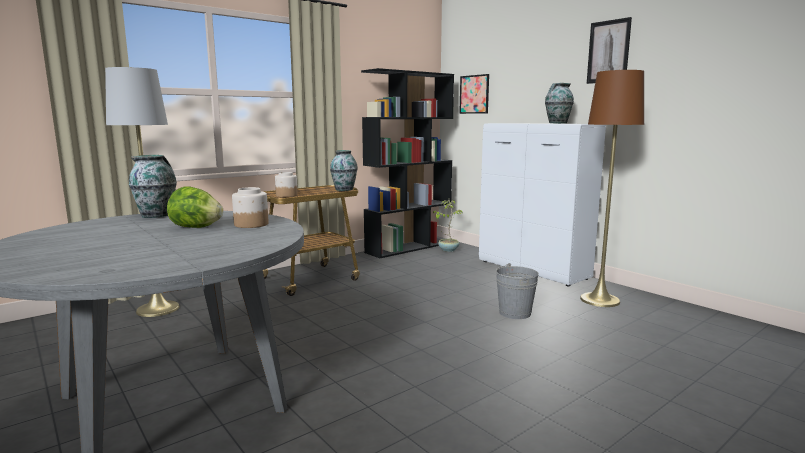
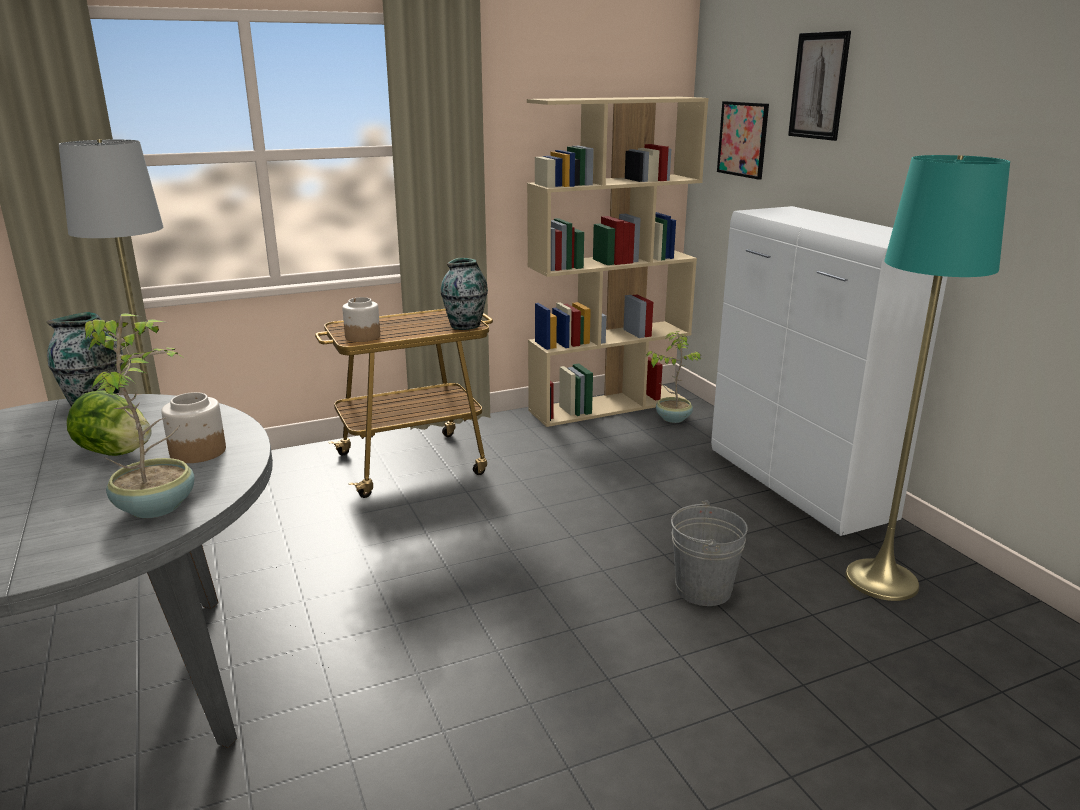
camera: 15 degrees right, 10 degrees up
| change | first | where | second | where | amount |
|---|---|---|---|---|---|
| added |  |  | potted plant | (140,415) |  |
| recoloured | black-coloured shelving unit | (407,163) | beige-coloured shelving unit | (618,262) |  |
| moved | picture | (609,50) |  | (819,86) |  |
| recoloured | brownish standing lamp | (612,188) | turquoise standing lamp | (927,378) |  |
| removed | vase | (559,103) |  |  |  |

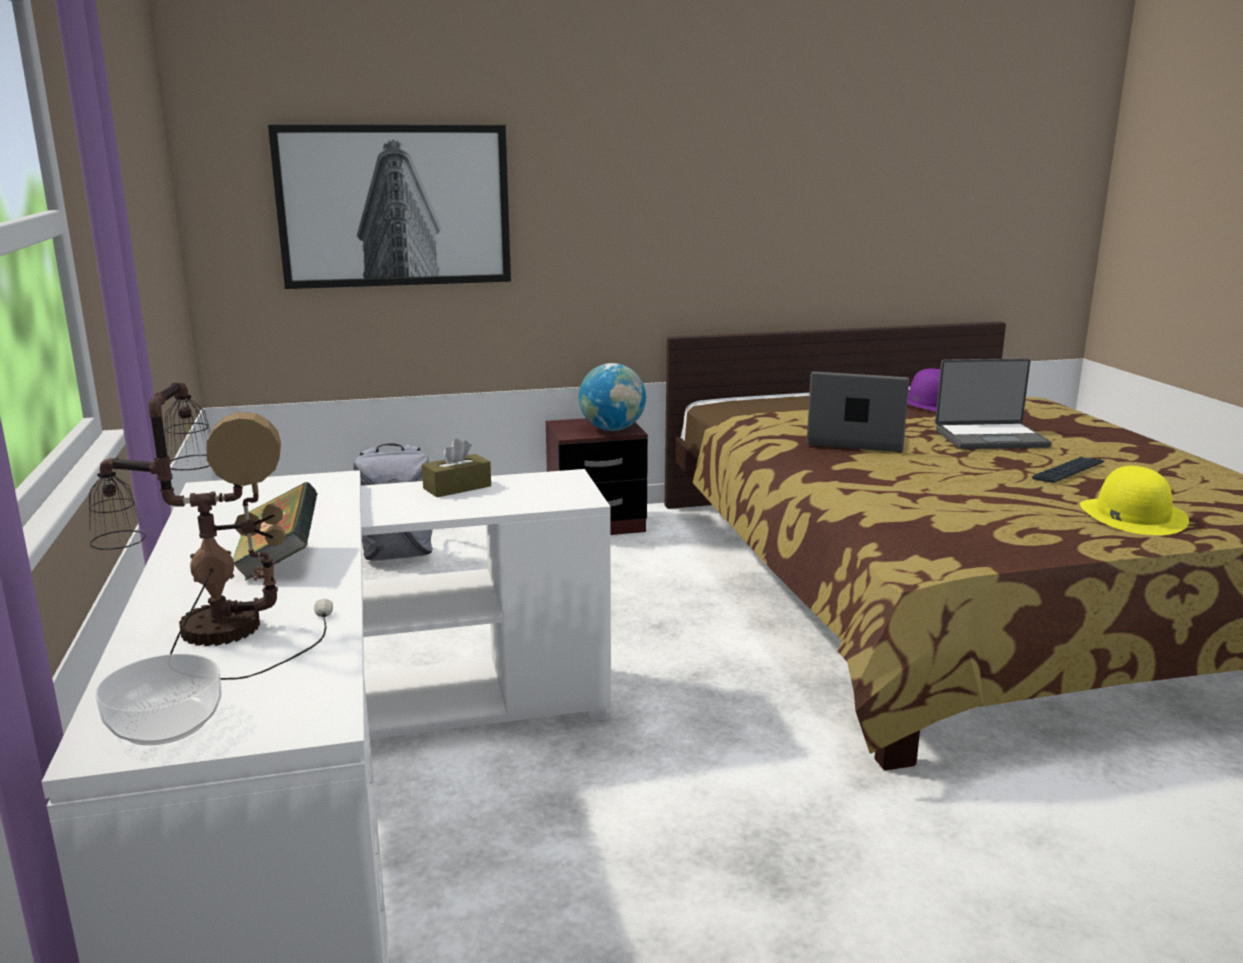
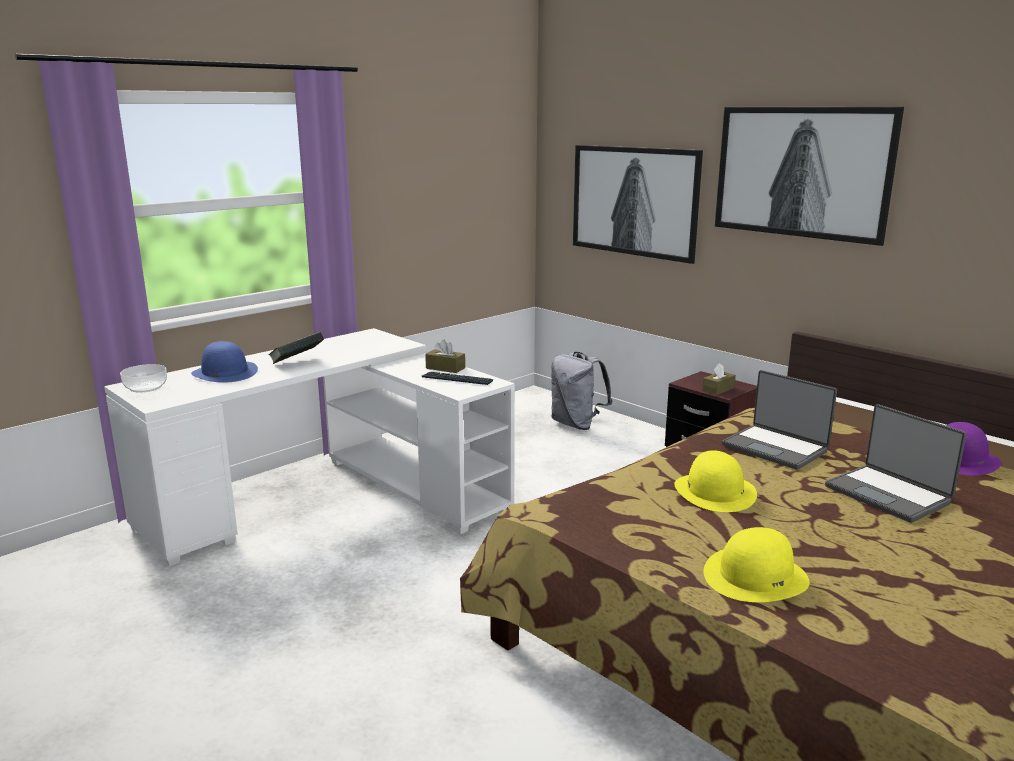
camera: 60 degrees right, 0 degrees up
| change | first | where | second | where | amount |
|---|---|---|---|---|---|
| replaced | tabletop lamp | (211,531) | blue wearable hat | (224,362) |  |
| moved | keyboard | (1068,470) |  | (457,378) |  |
| added |  |  | yellow wearable hat | (715,481) |  |
| replaced | globe | (612,397) | brownish tissue holder | (719,379) |  |
| added |  |  | picture | (809,176) |  |
| turned | notebook computer | (858,412) |  | (779,420) | 150 degrees clockwise |

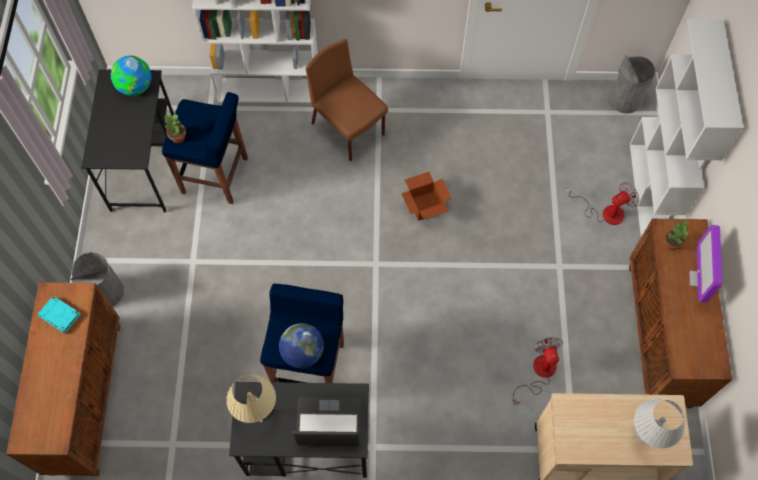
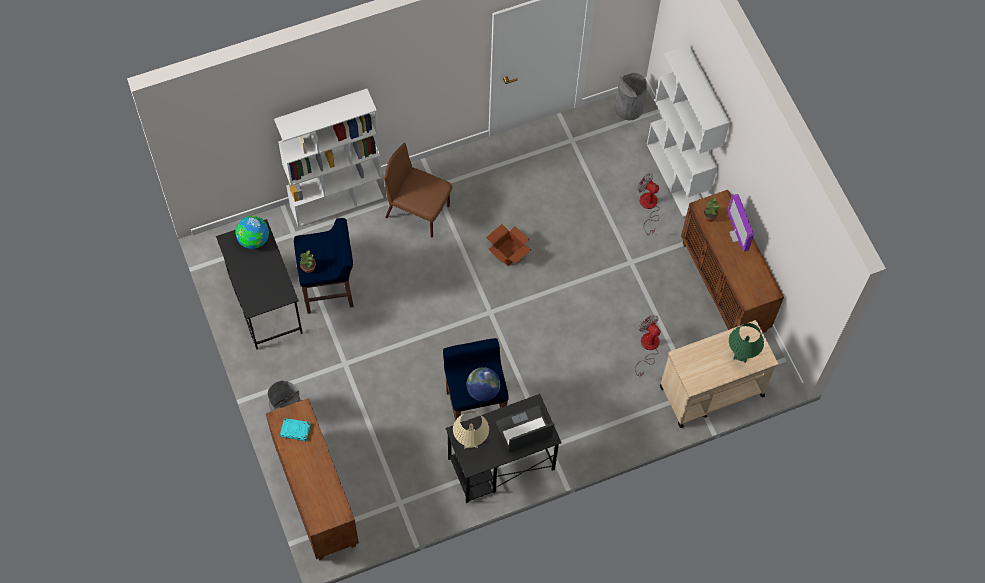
camera: 25 degrees left, 0 degrees up
| change | first | where | second | where | amount |
|---|---|---|---|---|---|
| turned | fan | (602,203) |  | (649,204) | 90 degrees counterclockwise |
| recoloured | white tabletop lamp | (659,423) | green-coloured tabletop lamp | (746,343) |  |

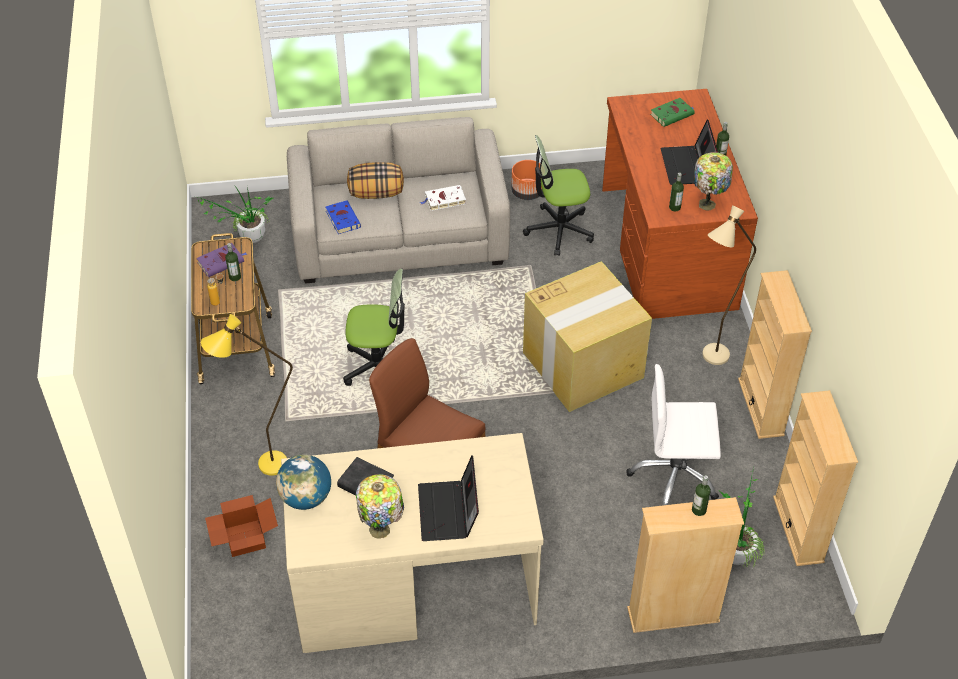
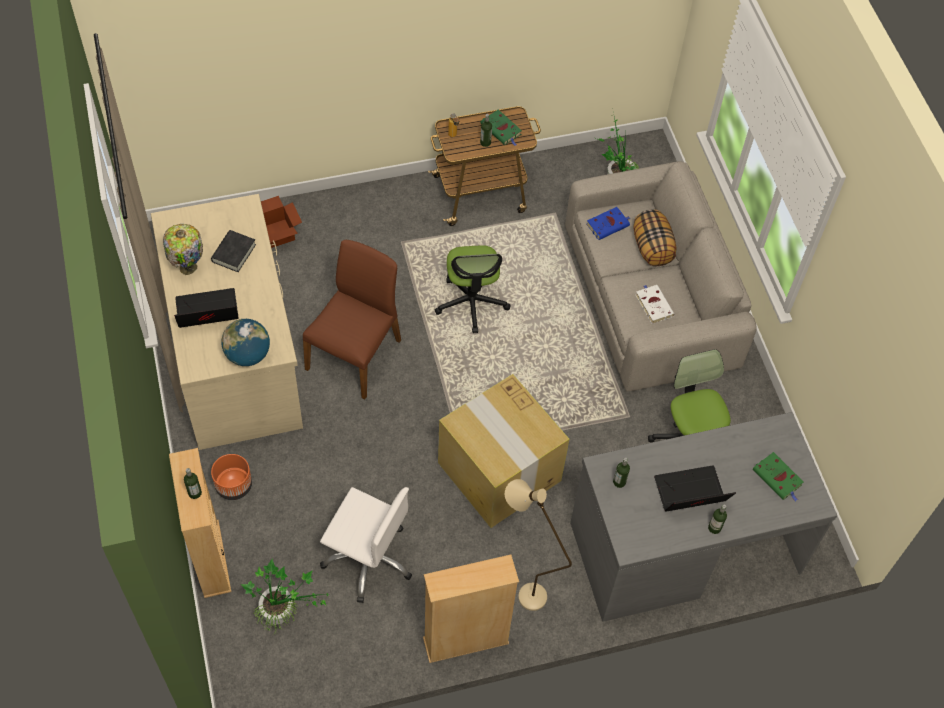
camera: 80 degrees right, 10 degrees up
| change | first | where | second | where | amount |
|---|---|---|---|---|---|
| moved | orange plant pot | (526,180) |  | (231,477) |  |
| moved | globe | (303,482) |  | (245,342) |  |
| turned | white desk chair | (673,435) |  | (366,545) | 120 degrees clockwise |
| recoloured | purple-coloured volume | (222,260) | green-coloured volume | (501,128) |  |
| recoloured | brownish desk | (680,204) | gray desk | (703,516) |  |
| removed | yellow standing lamp | (247,395) |  |  |  |
| removed | tabletop lamp | (713,181) |  |  |  |
| removed | beige-coloured shelving unit | (815,478) |  |  |  |

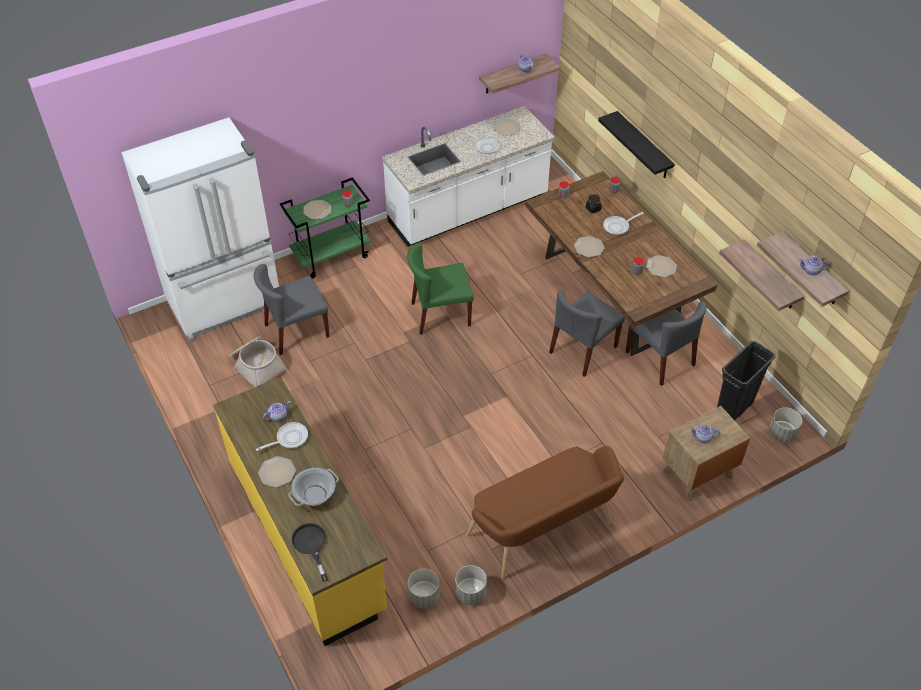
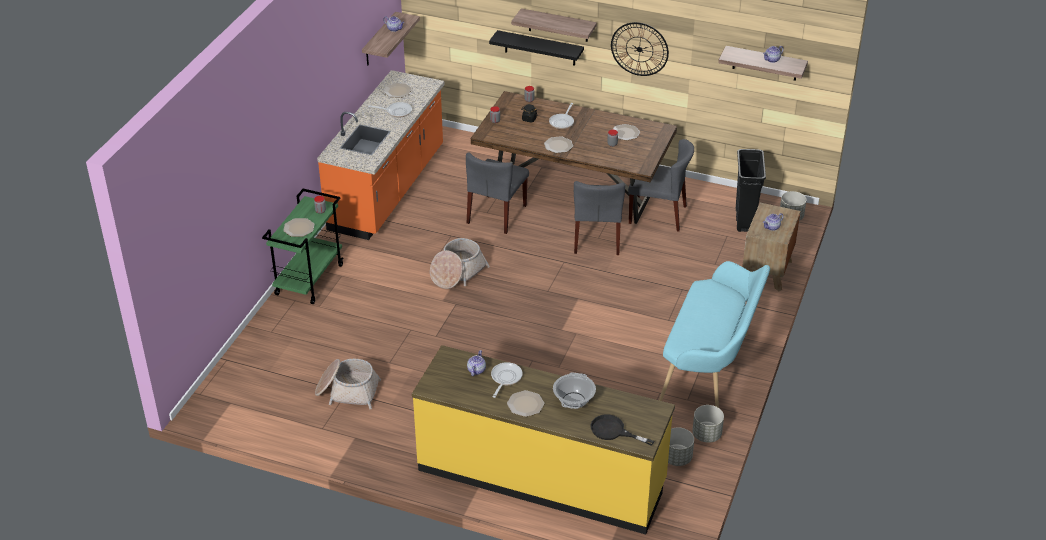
camera: 40 degrees left, 10 degrees down
| change | first | where | second | where | amount |
|---|---|---|---|---|---|
| recoloured | white kitchen base unit | (468,176) | orange kitchen base unit | (381,155) |  |
| replaced | green-coloured plain chair | (440,289) | household basket | (460,263) |  |
| moved | gray plain chair | (291,309) |  | (497,193) |  |
| moved | wall shelf | (761,275) |  | (554,25) |  |
| added |  |  | clock on the wall | (640,49) |  |
| recoloured | brownish indoor bench | (545,513) | turquoise indoor bench | (714,334) |  |
| removed | white fridge | (200,229) |  |  |  |

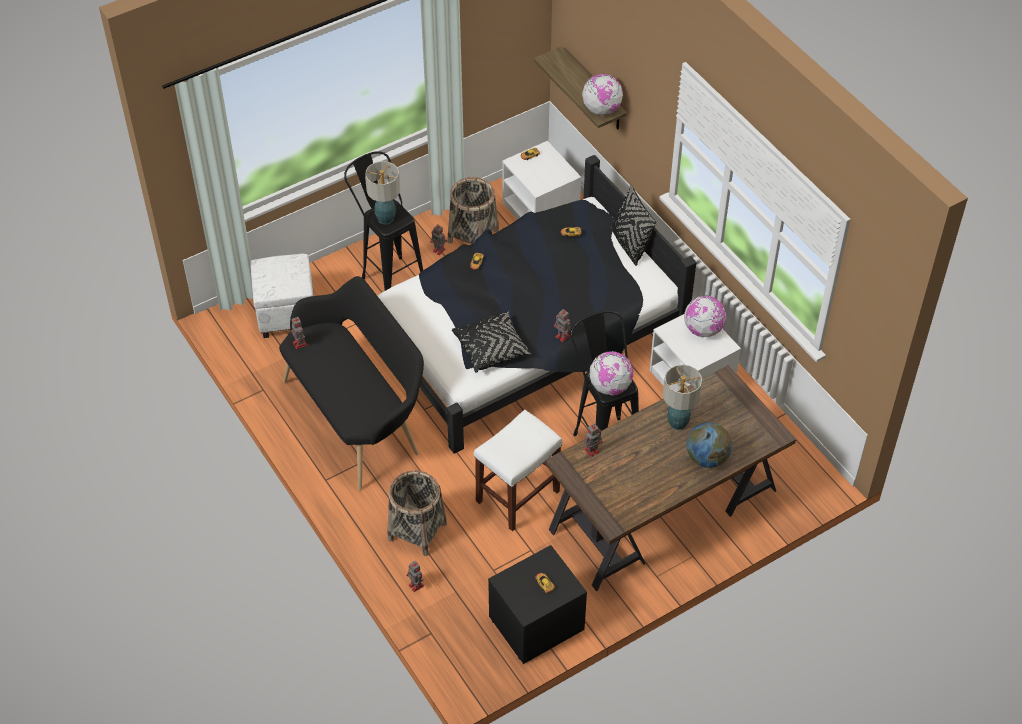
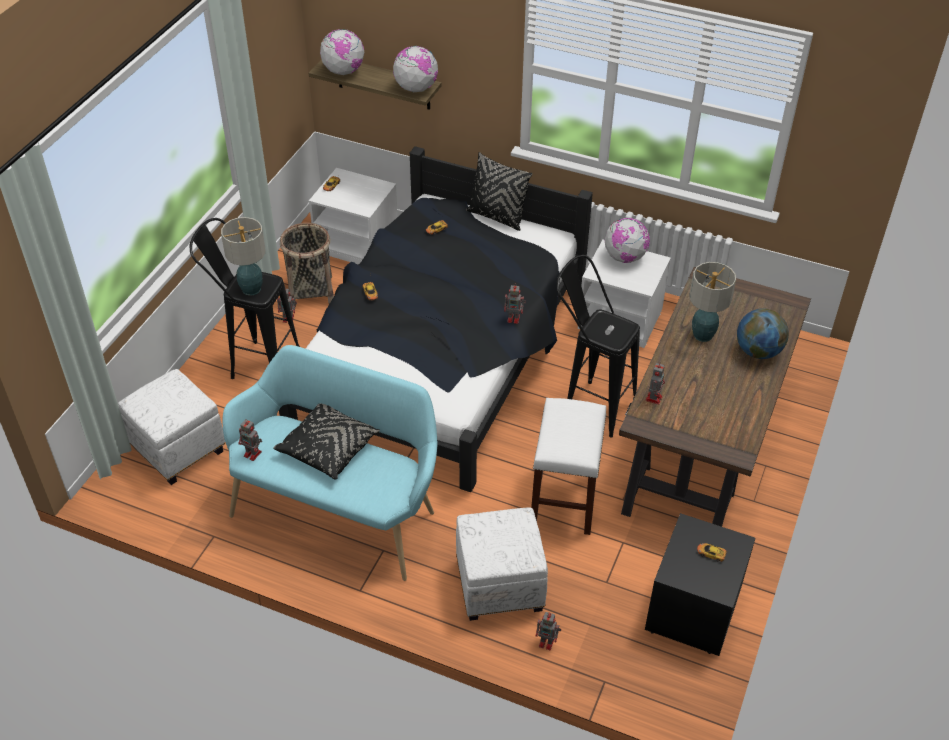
camera: 35 degrees left, 5 degrees down
| change | first | where | second | where | amount |
|---|---|---|---|---|---|
| recoloured | black-coloured indoor bench | (351,383) | turquoise indoor bench | (329,463) |  |
| moved | black-coloured pillow | (491,342) |  | (326,441) |  |
| moved | globe | (612,373) |  | (342,52) |  |
| replaced | household basket | (417,513) | white footrest | (502,564) |  |

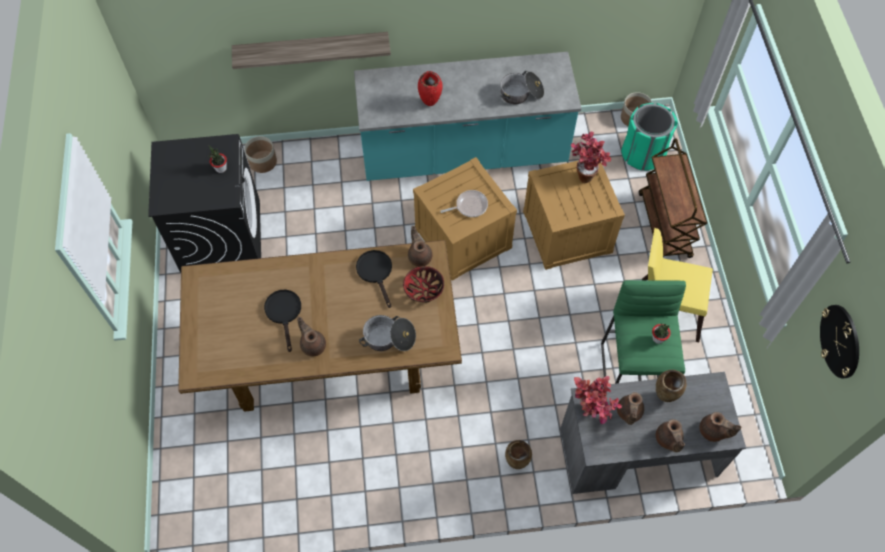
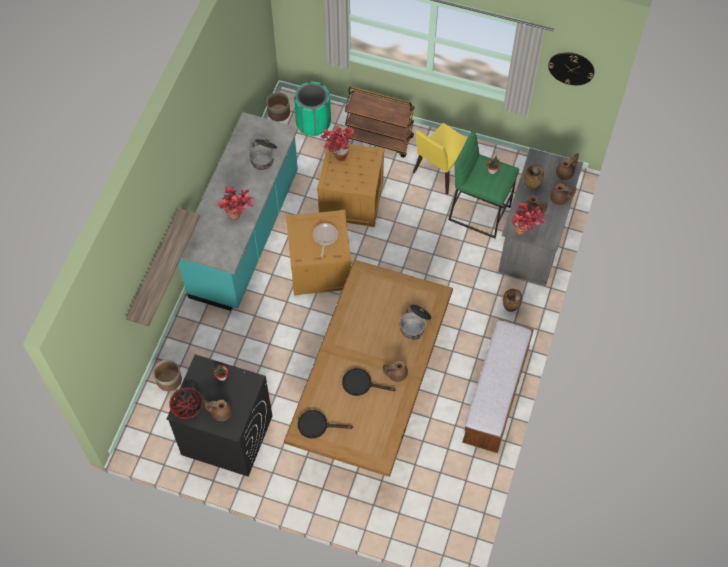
camera: 65 degrees left, 0 degrees up
| change | first | where | second | where | amount |
|---|---|---|---|---|---|
| moved | deep dish | (423,284) |  | (186,403) |  |
| moved | brownish teapot | (420,246) |  | (217,410) |  |
| replaced | red vase | (430,88) | potted plant | (235,203) |  |
| moved | black-coloured frying pan | (374,279) |  | (325,424) |  |
| added |  |  | indoor bench | (498,386) |  |

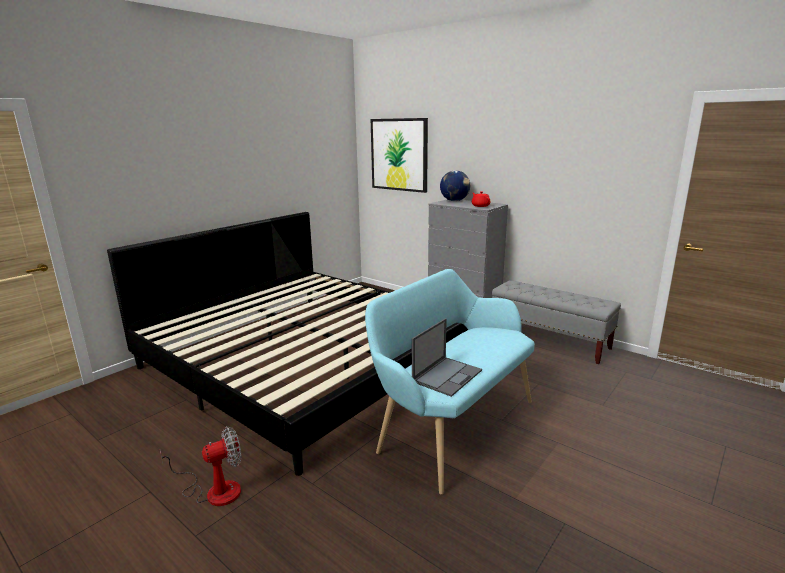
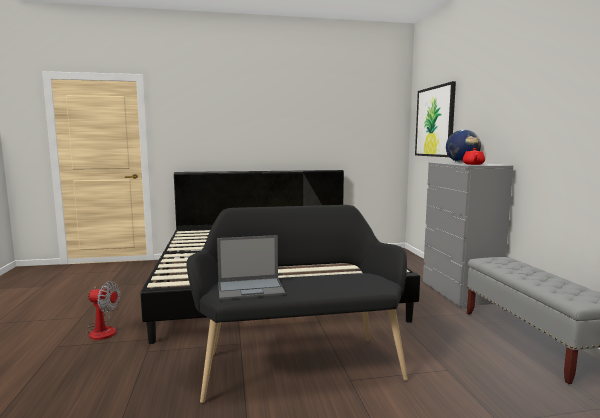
camera: 40 degrees right, 10 degrees down
| change | first | where | second | where | amount |
|---|---|---|---|---|---|
| recoloured | turquoise indoor bench | (450,382) | black-coloured indoor bench | (297,304) |  |

